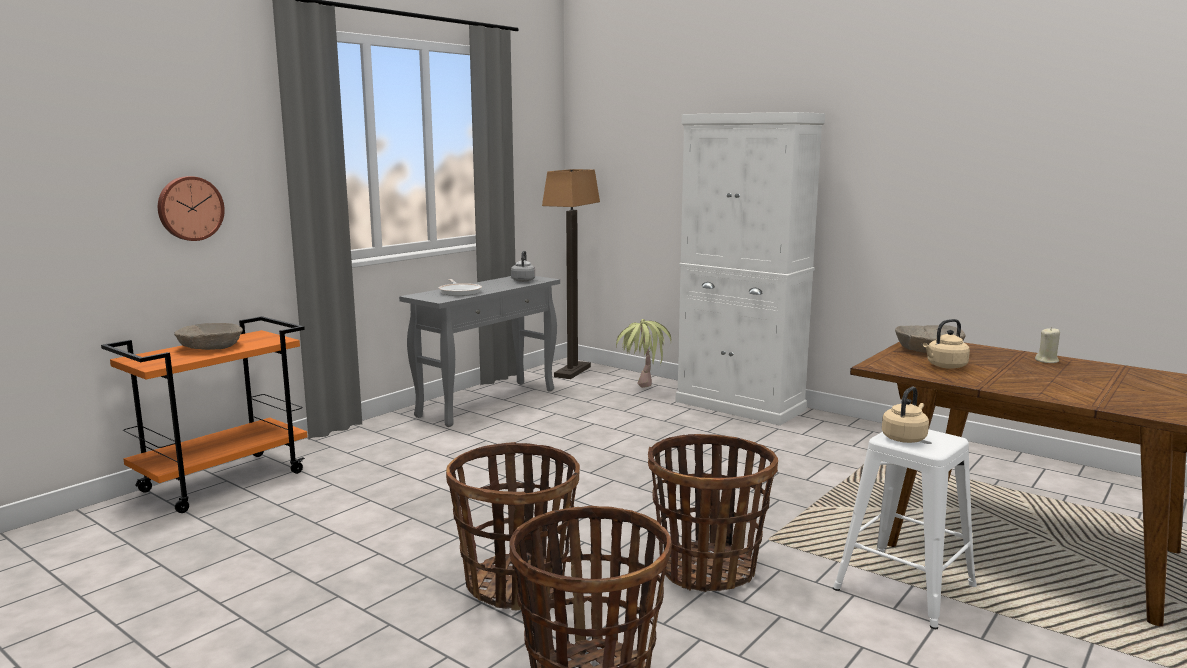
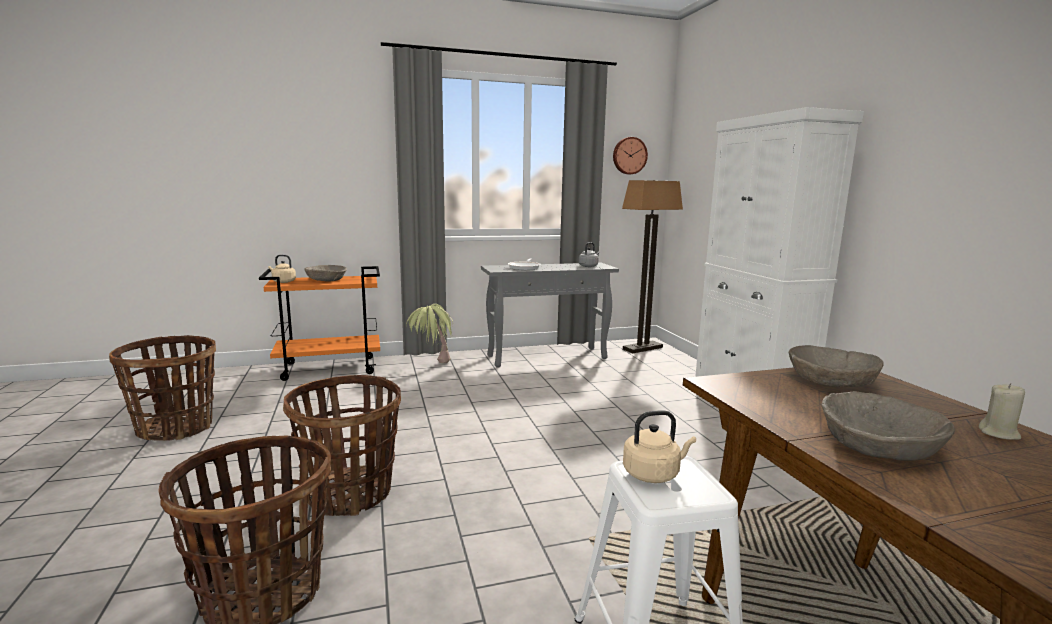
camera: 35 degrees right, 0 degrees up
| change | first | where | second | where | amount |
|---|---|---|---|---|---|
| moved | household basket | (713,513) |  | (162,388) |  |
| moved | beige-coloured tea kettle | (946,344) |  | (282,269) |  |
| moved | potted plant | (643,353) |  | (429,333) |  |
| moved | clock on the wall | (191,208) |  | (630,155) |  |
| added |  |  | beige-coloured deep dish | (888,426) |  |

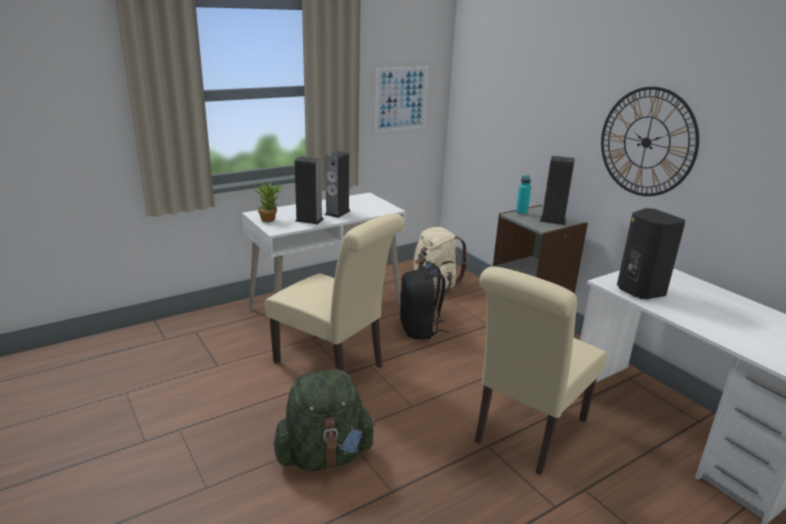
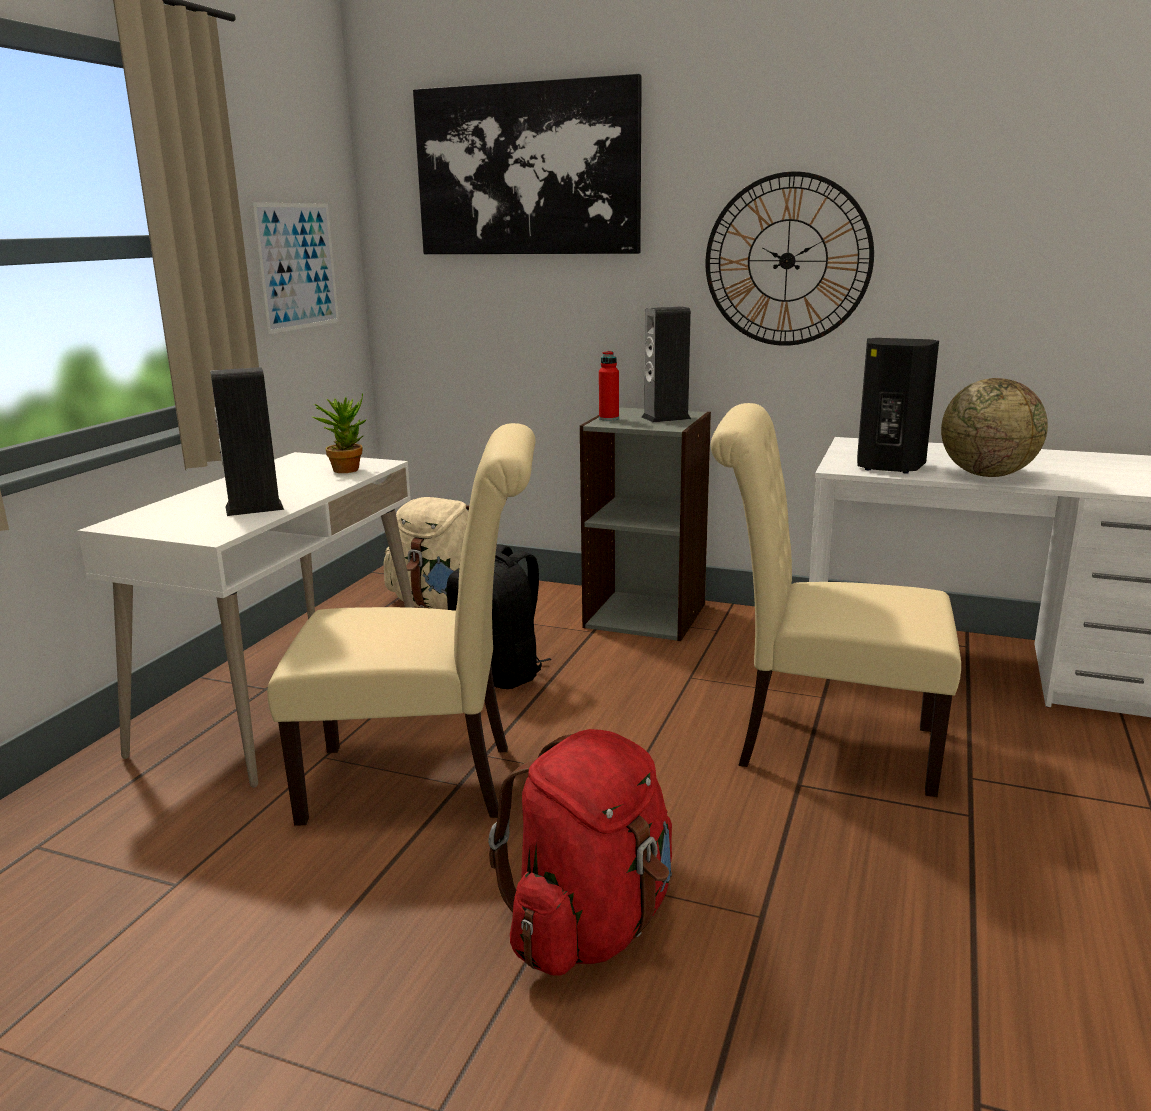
camera: 35 degrees left, 5 degrees down
| change | first | where | second | where | amount |
|---|---|---|---|---|---|
| moved | potted plant | (268,202) |  | (340,433) |  |
| added |  |  | picture | (527,164) |  |
| recoloured | green-coloured backpack | (324,420) | red backpack | (580,852) |  |
| recoloured | turquoise drink bottle | (523,195) | red drink bottle | (609,386) |  |
| turned | beige-coloured plain chair | (541,371) |  | (836,600) | 105 degrees clockwise |
| added |  |  | globe | (994,427) |  |
| removed | loudspeaker | (337,184) |  |  |  |

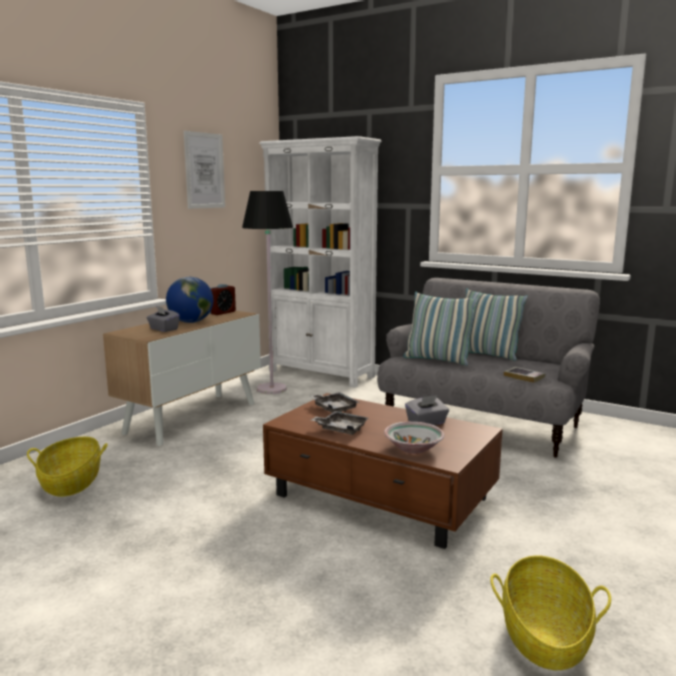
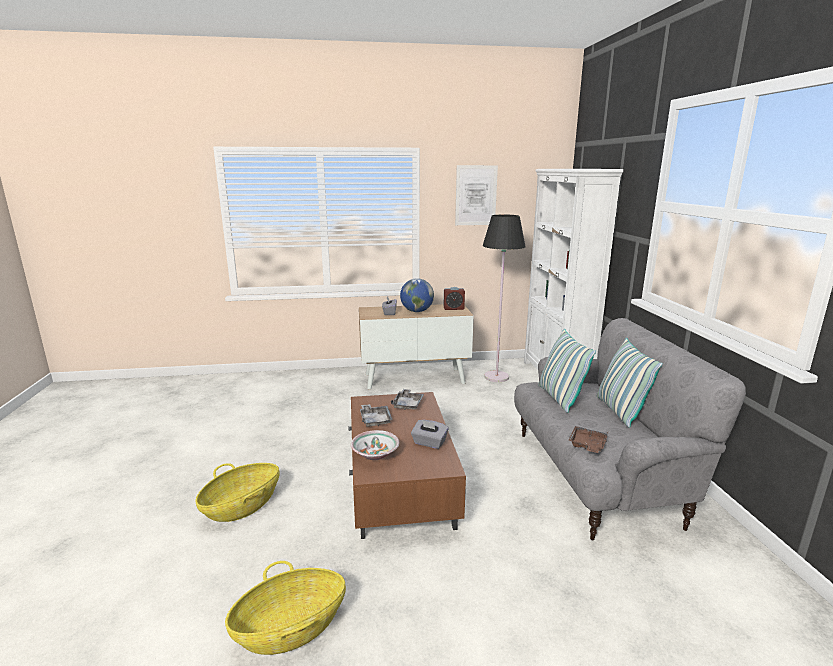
camera: 50 degrees right, 5 degrees up
| change | first | where | second | where | amount |
|---|---|---|---|---|---|
| moved | household basket | (67,467) |  | (237,492) |  |
| replaced | volume | (524,375) | brownish carrying tray | (588,439) |  |

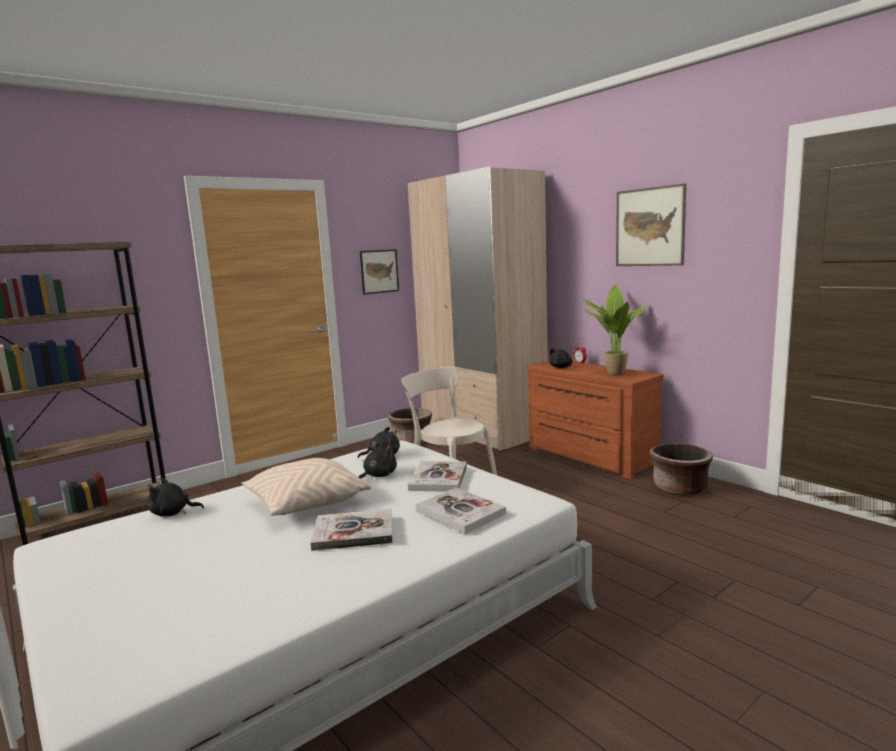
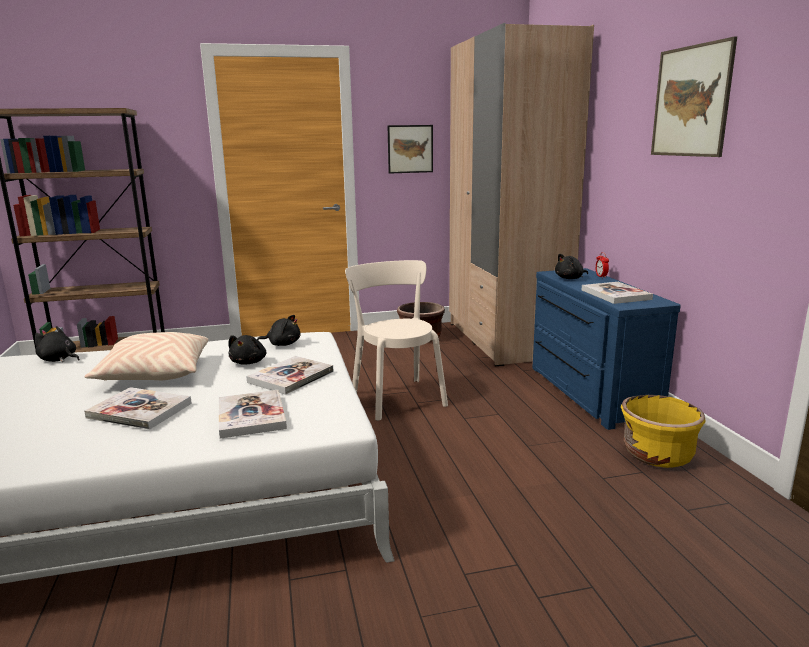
camera: 25 degrees right, 5 degrees up
| change | first | where | second | where | amount |
|---|---|---|---|---|---|
| turned | black-coloured plush toy | (378,461) |  | (247,350) | 120 degrees clockwise |
| recoloured | brownish chest of drawers | (595,420) | blue chest of drawers | (606,349) |  |
| replaced | potted plant | (615,329) | volume | (617,293) |  |
| recoloured | brownish plant pot | (681,469) | yellow plant pot | (663,431) |  |

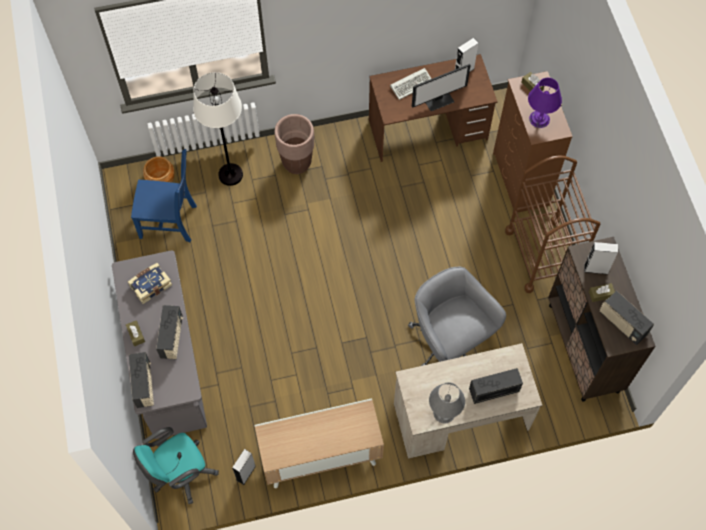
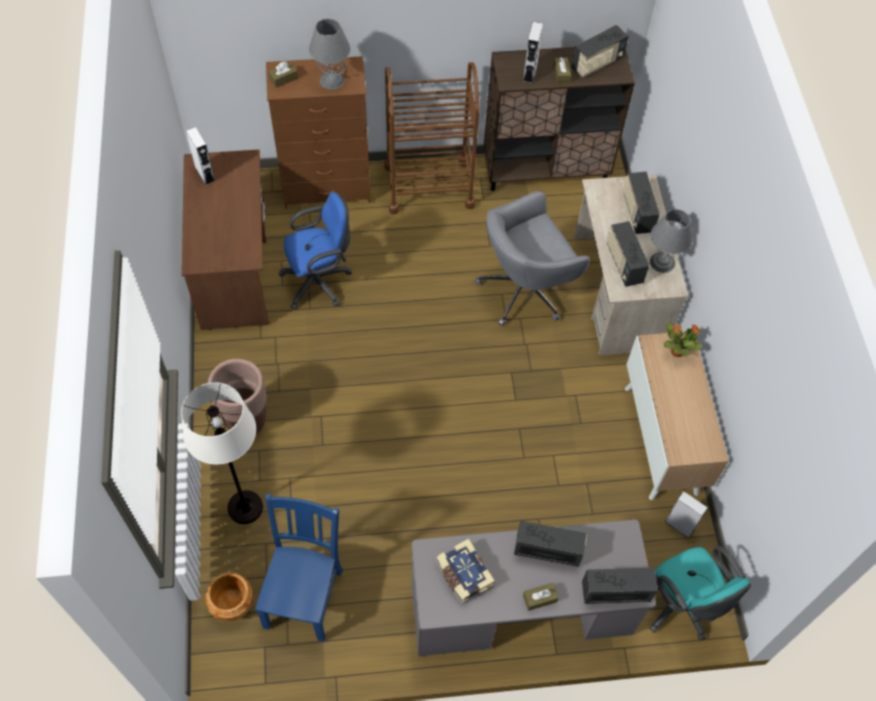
camera: 85 degrees left, 5 degrees down
| change | first | where | second | where | amount |
|---|---|---|---|---|---|
| added |  |  | blue desk chair | (315,250) |  |
| recoloured | purple-coloured tabletop lamp | (545,103) | gray tabletop lamp | (329,54) |  |
| added |  |  | radio receiver | (627,254) |  |
| added |  |  | potted plant | (683,339) |  |
| removed | keyboard | (410,84) |  |  |  |
| removed | monitor | (441,87) |  |  |  |

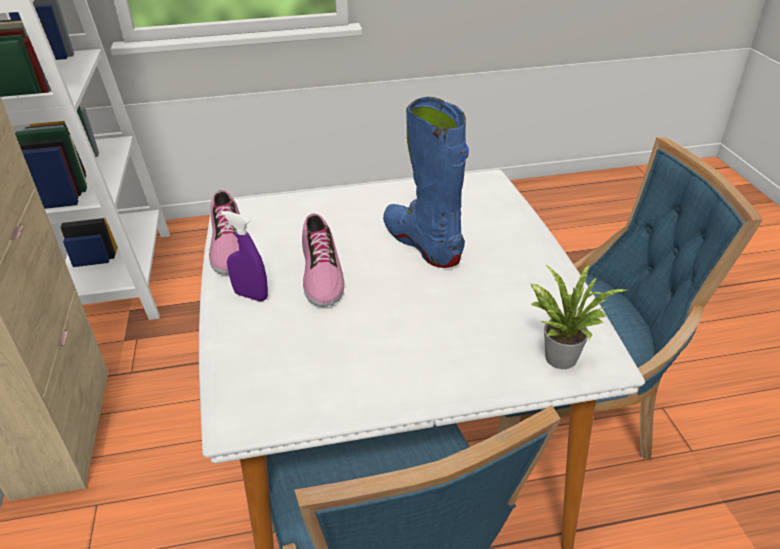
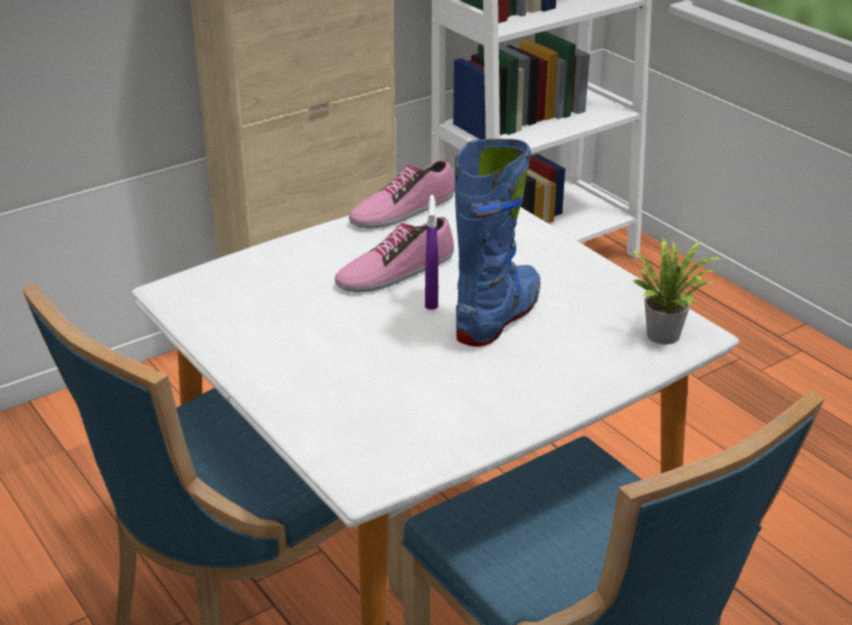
camera: 65 degrees right, 5 degrees down
| change | first | where | second | where | amount |
|---|---|---|---|---|---|
| moved | purple-coloured sprayer | (244,256) |  | (431,252) |  |
| moved | potted plant | (578,316) |  | (676,291) |  |

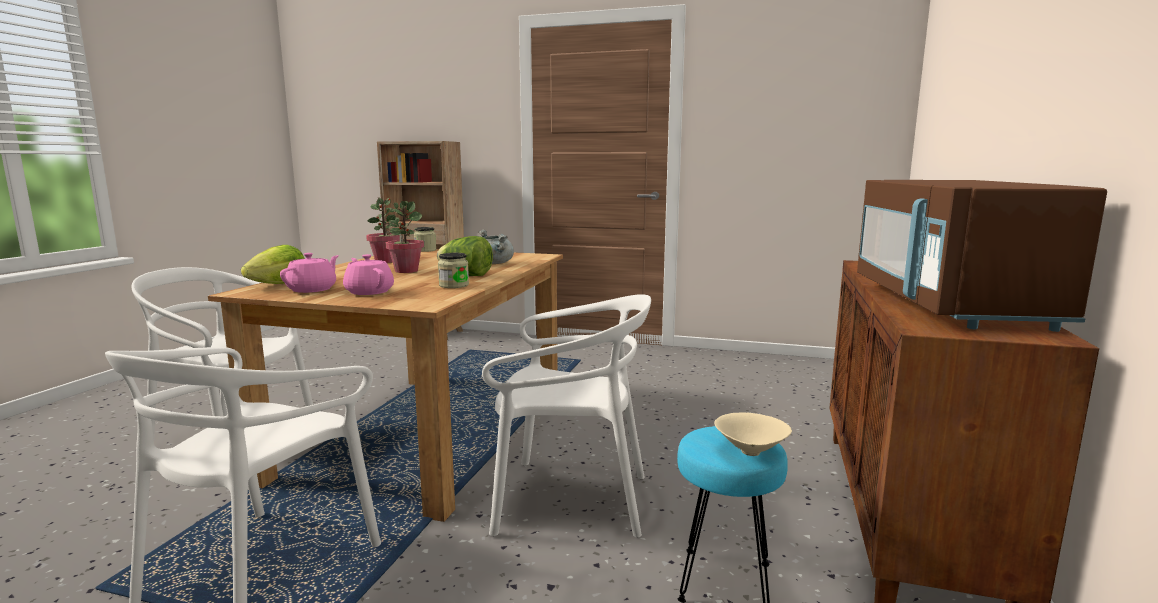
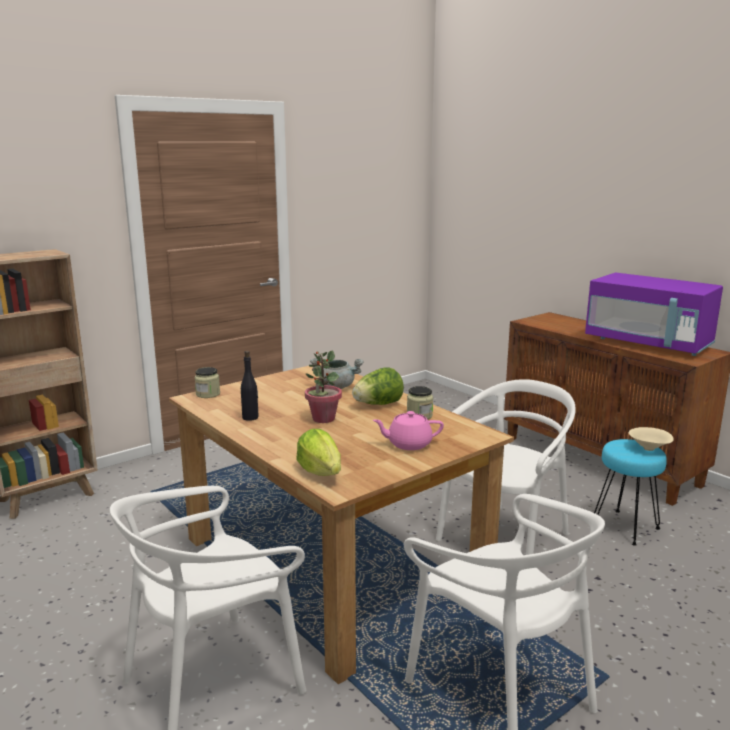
camera: 55 degrees left, 5 degrees up
| change | first | where | second | where | amount |
|---|---|---|---|---|---|
| replaced | potted plant | (383,230) | black-coloured drink bottle | (250,386) |  |
| recoloured | brownish microwave oven | (982,256) | purple-coloured microwave oven | (654,314) |  |
| removed | pinkish teapot | (309,273) |  |  |  |

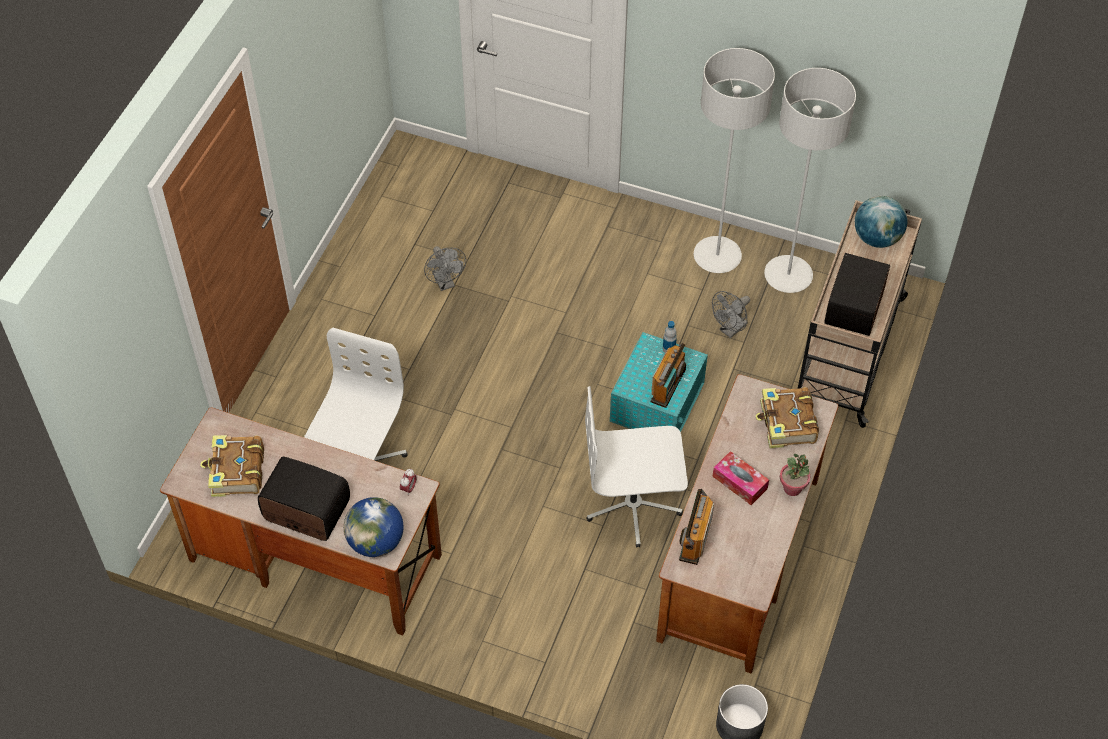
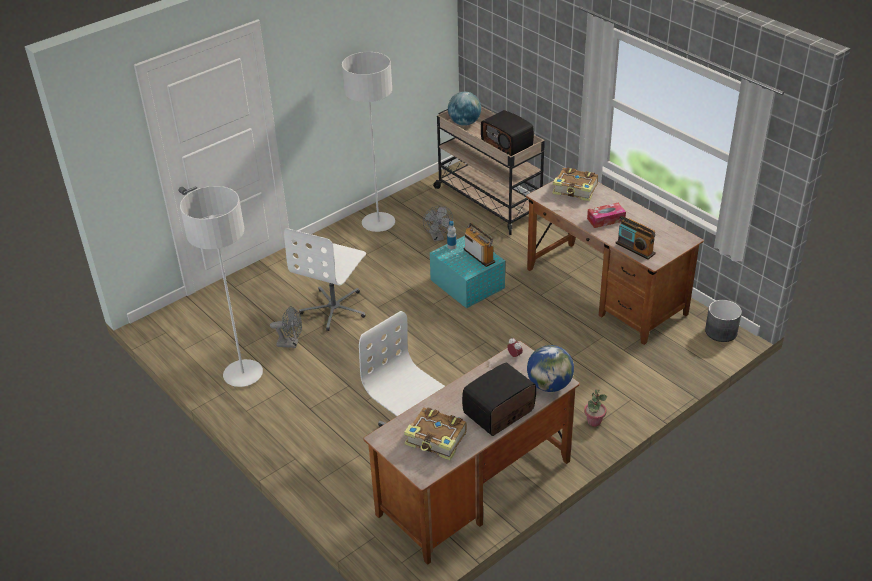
camera: 60 degrees left, 15 degrees down
| change | first | where | second | where | amount |
|---|---|---|---|---|---|
| moved | gray standing lamp | (810,180) |  | (221,286) |  |
| moved | white desk chair | (636,466) |  | (325,279) |  |
| moved | potted plant | (795,475) |  | (595,408) |  |

